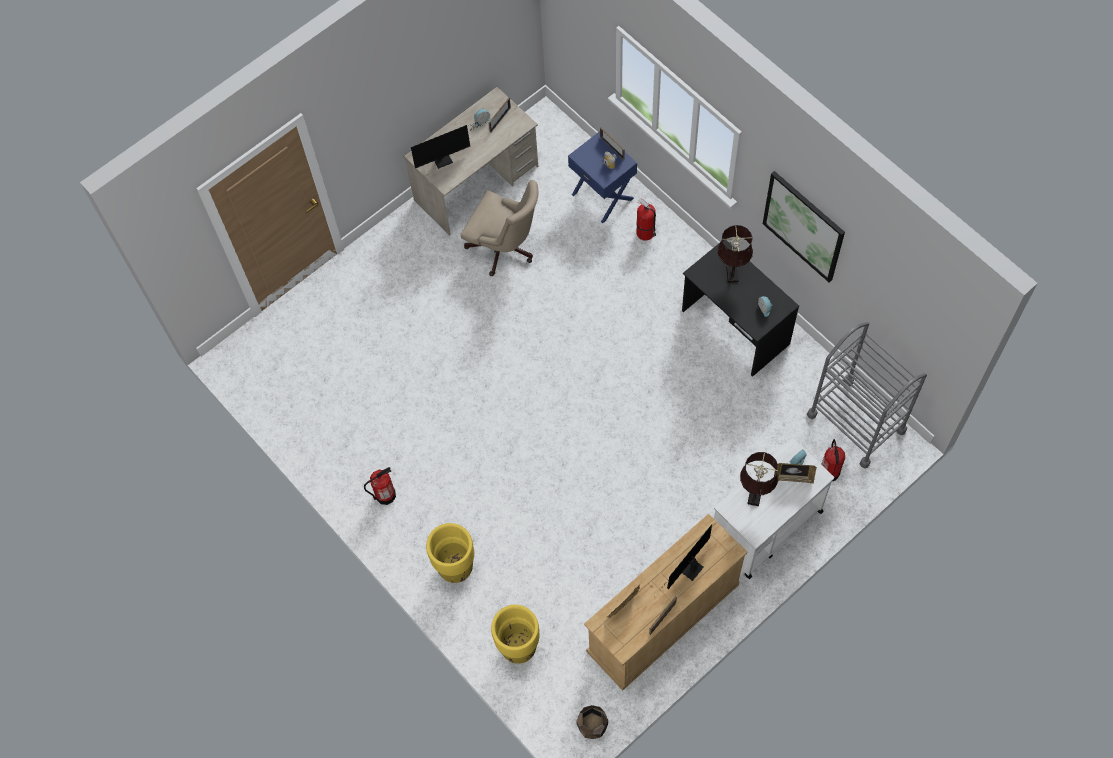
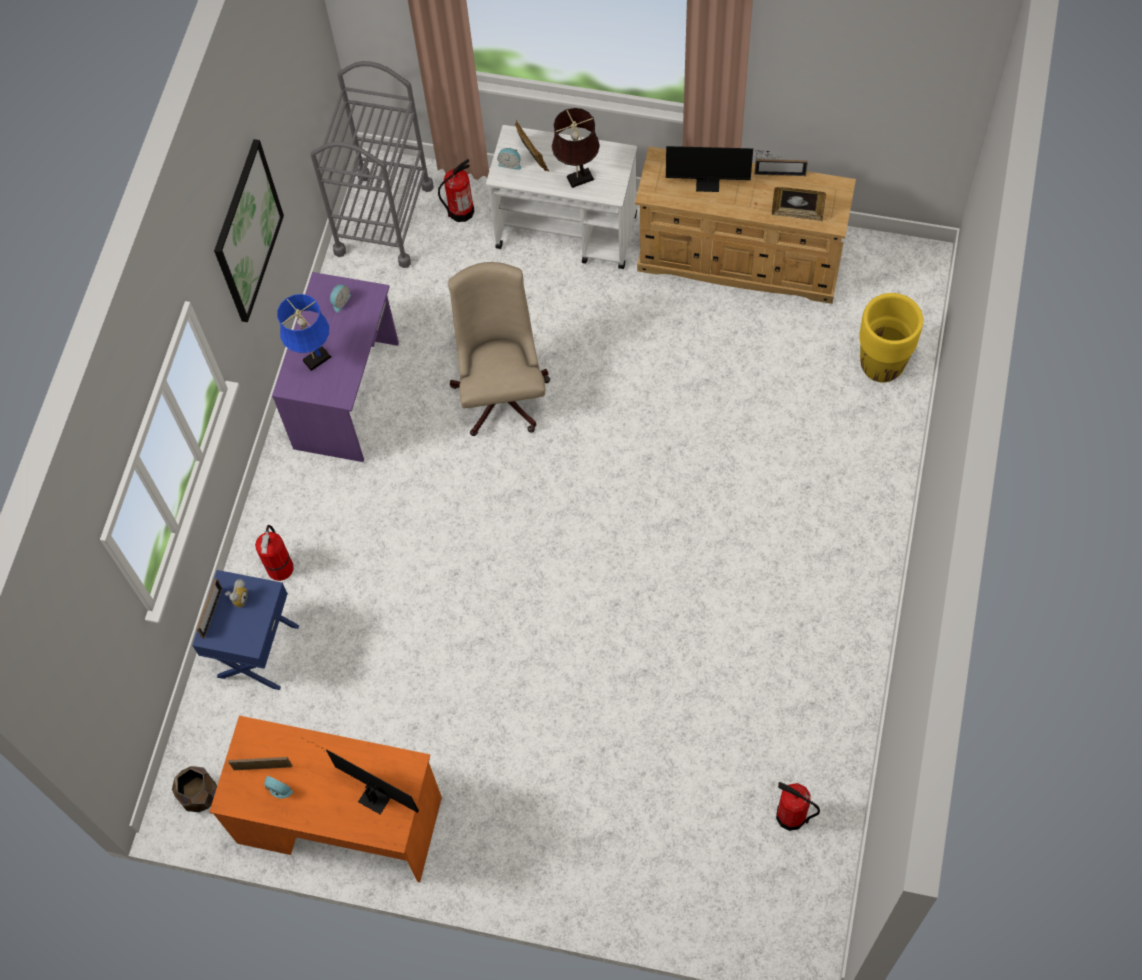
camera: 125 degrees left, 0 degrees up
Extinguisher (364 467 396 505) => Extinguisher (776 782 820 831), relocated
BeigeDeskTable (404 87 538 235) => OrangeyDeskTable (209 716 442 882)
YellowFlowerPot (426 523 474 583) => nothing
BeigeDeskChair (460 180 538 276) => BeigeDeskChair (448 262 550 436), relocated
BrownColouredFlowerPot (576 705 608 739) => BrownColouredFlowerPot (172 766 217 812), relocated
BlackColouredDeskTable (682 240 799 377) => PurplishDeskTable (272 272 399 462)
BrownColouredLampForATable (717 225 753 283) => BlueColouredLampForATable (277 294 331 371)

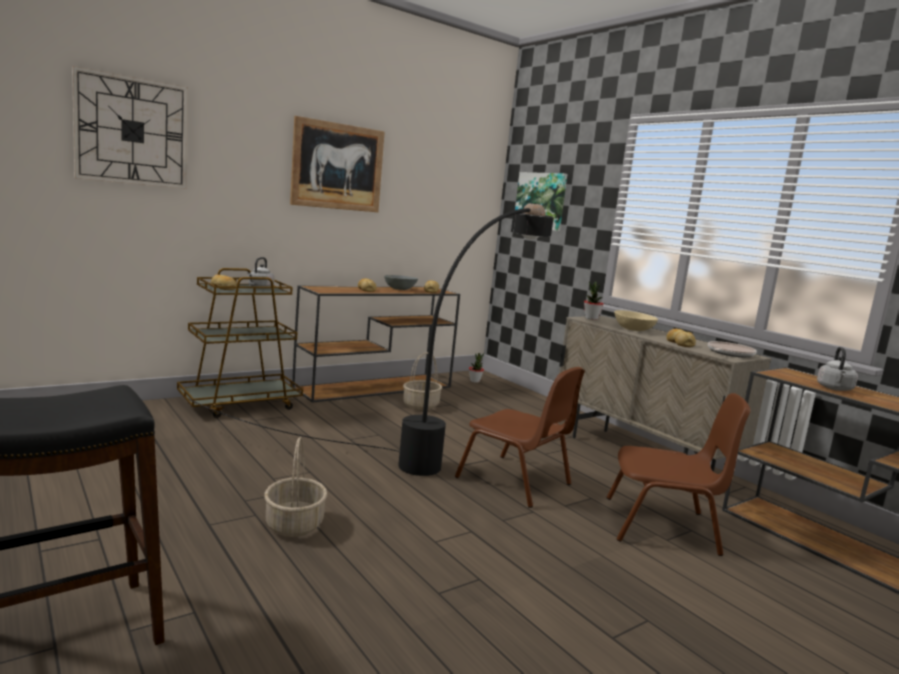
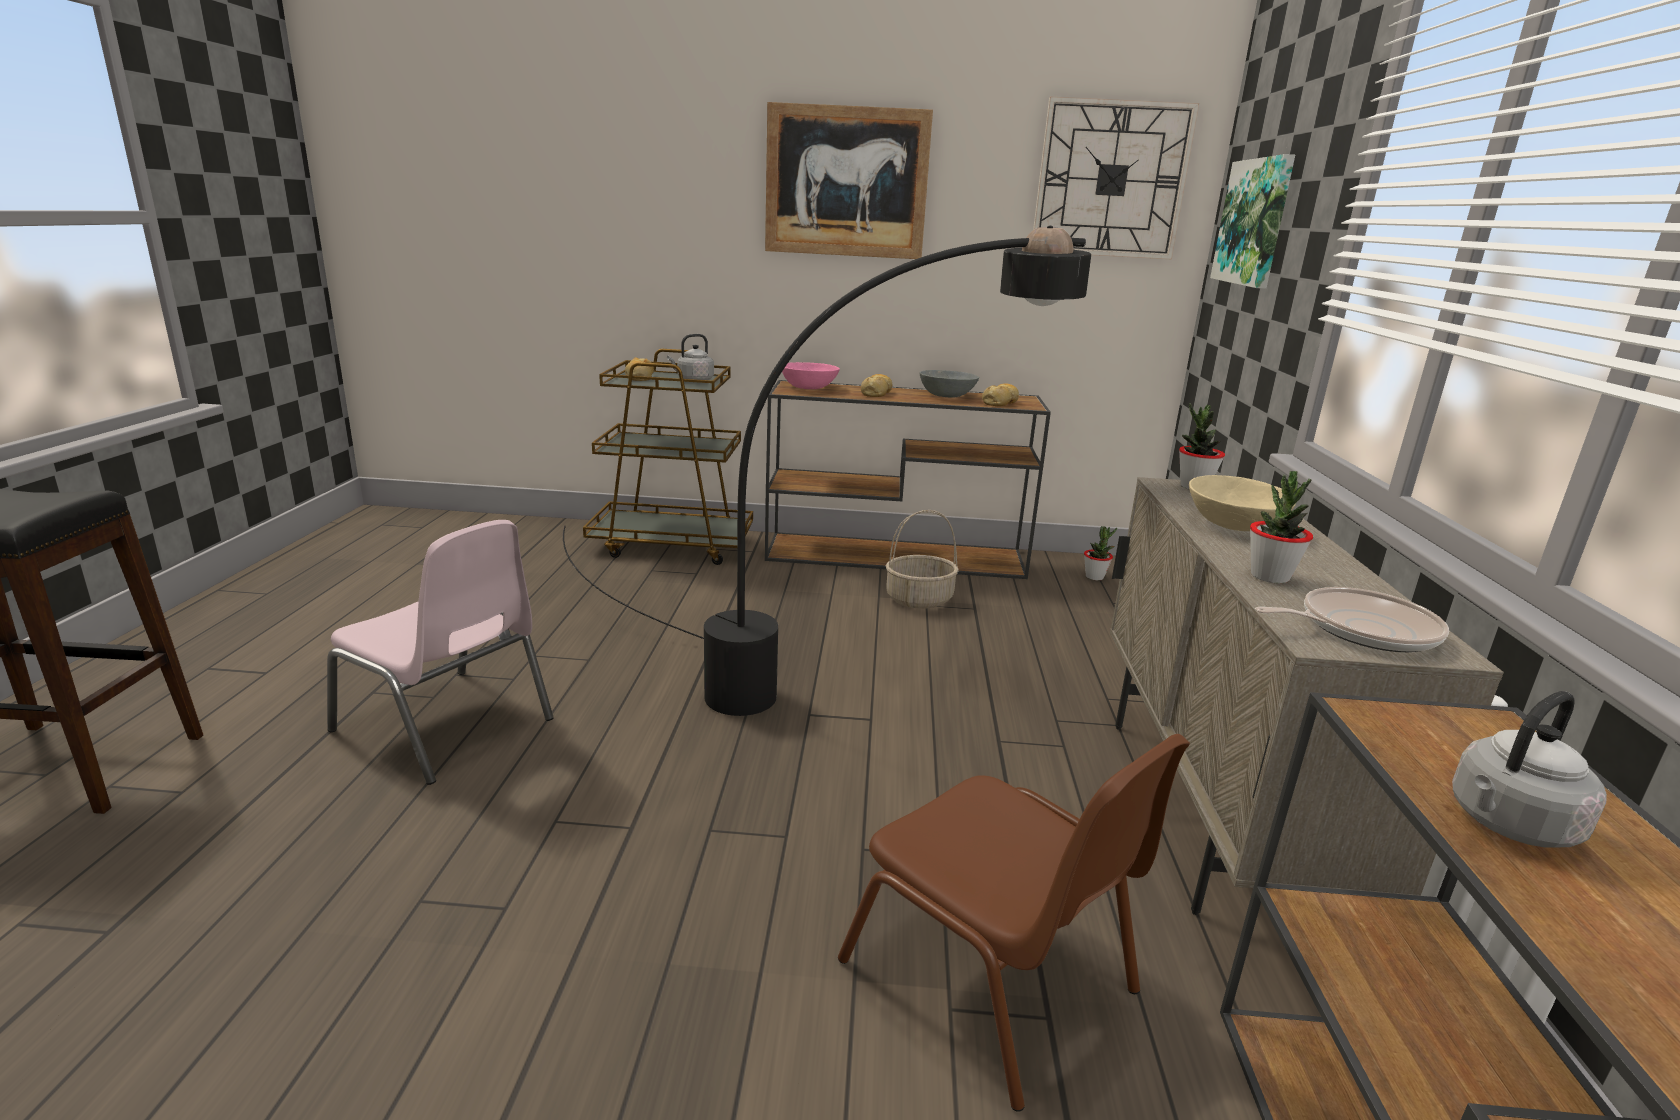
camera: 40 degrees right, 10 degrees up
HangingClock (72 66 188 189) => HangingClock (1033 97 1199 259), relocated
HouseholdBasket (264 436 327 537) => PinkUprightChair (327 520 554 785)
BrownColouredUprightChair (455 367 585 508) => nothing
Bread (666 329 696 347) => PlantInAPot (1250 471 1313 584)
nothing => PinkServingBowl (782 362 840 389)

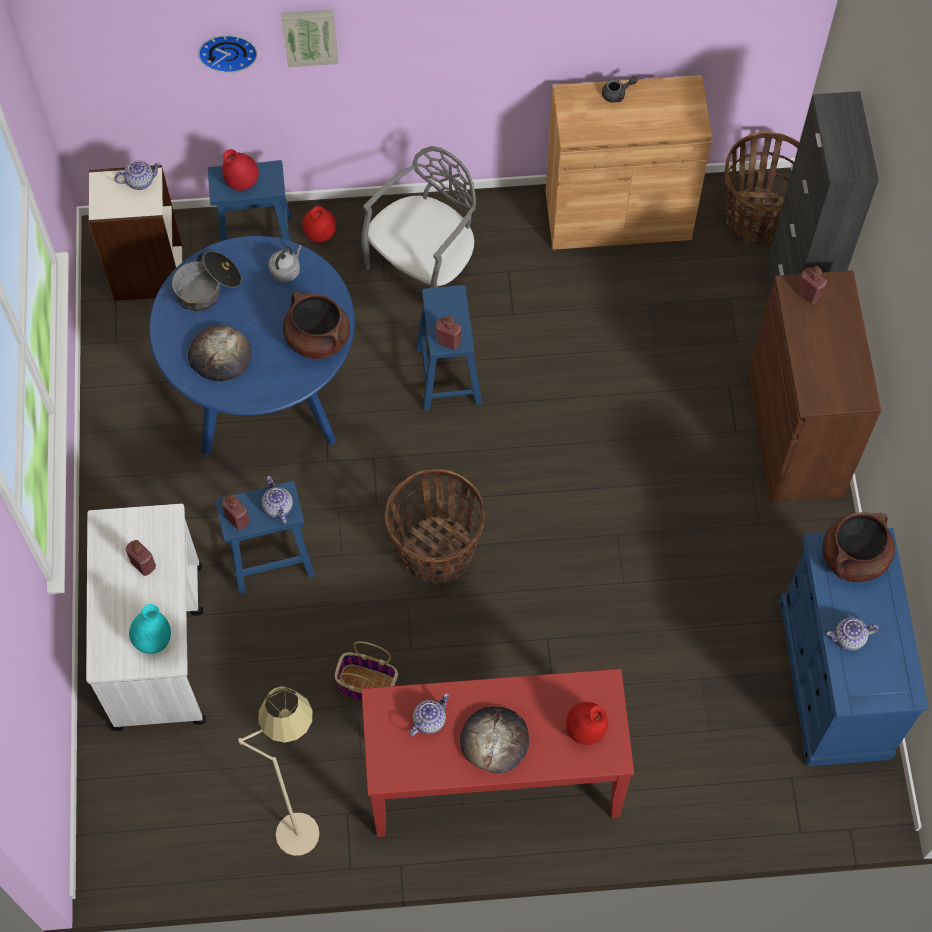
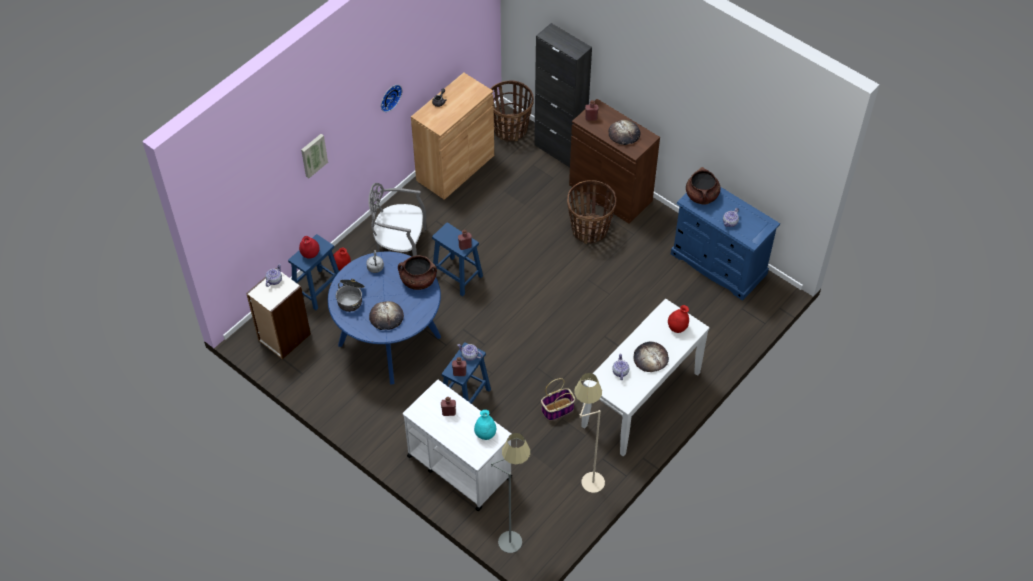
camera: 45 degrees left, 10 degrees down
HangingClock (198 35 258 73) => HangingClock (381 85 402 112), relocated
GreyUprightChair (361 146 476 288) => GreyUprightChair (368 183 426 256), 75 degrees counterclockwise
RedColouredNarrowTable (361 669 634 837) => WhiteColouredNarrowTable (581 298 710 456)
HouseholdBasket (385 469 485 584) => HouseholdBasket (567 180 616 244), relocated
nothing => GreyStandingLamp (491 433 530 553)
nothing => Bread (608 120 640 145)

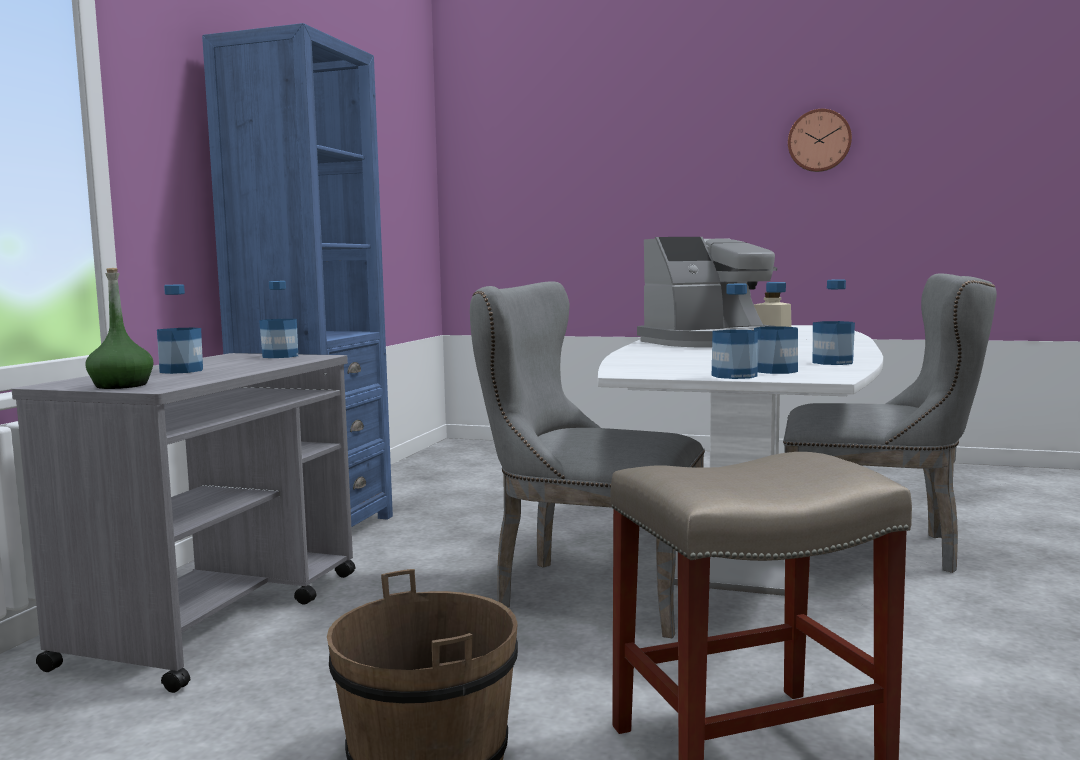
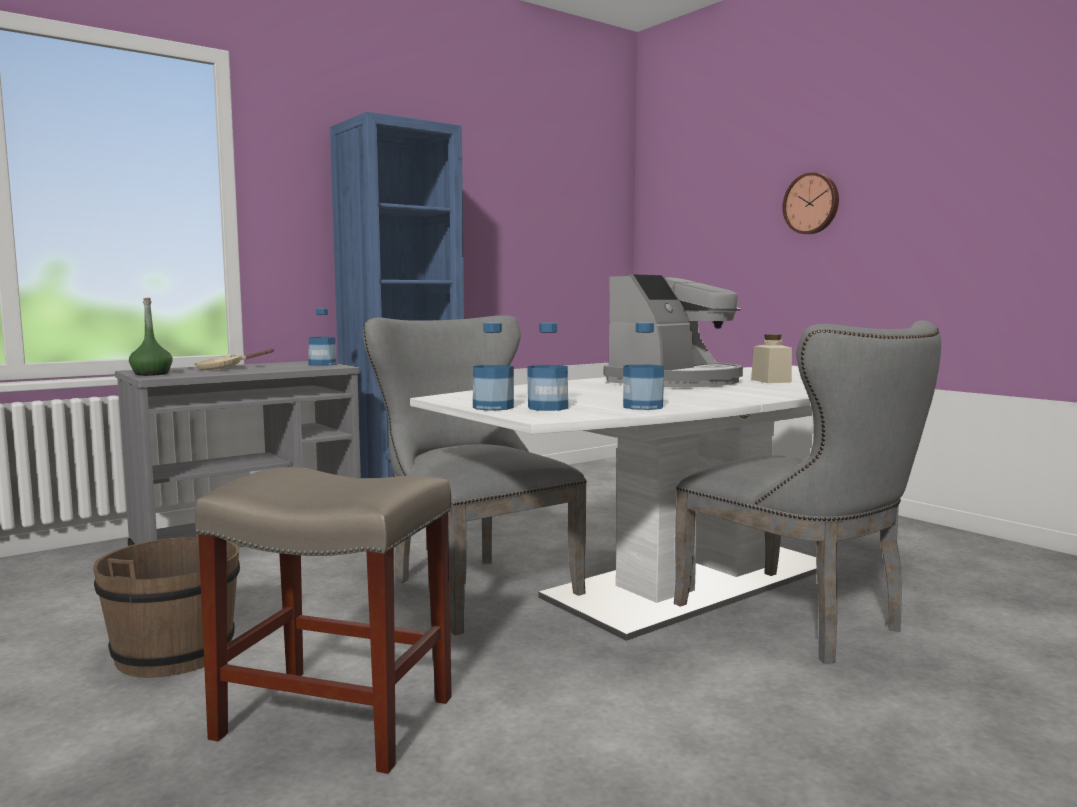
camera: 35 degrees right, 0 degrees up
Bottle (157 284 203 374) => BeigePan (195 349 275 370)
CoffeeMachine (637 237 777 348) => CoffeeMachine (604 274 743 387), 60 degrees counterclockwise
HangingClock (788 109 852 172) => HangingClock (782 172 839 234), relocated

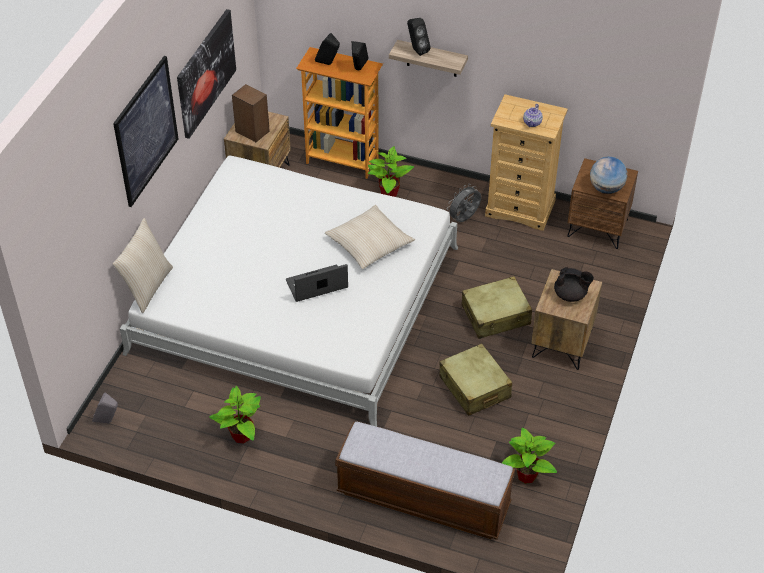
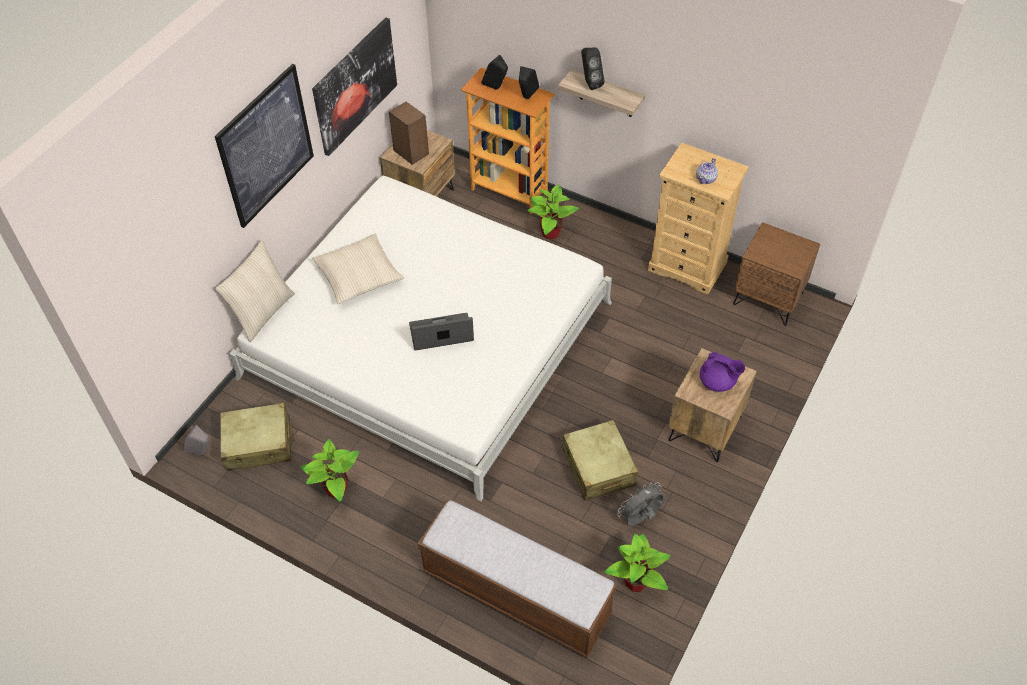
camera: 10 degrees right, 5 degrees up
BeigePillow (325 205 415 269) => BeigePillow (312 233 404 304), relocated
GreyElectricFan (447 184 481 222) => GreyElectricFan (617 482 665 525), relocated
BeigeTravelCase (461 276 532 339) => BeigeTravelCase (220 403 295 471), relocated
BlackColouredTeapot (554 267 594 302) => PurplishTeapot (700 352 745 392)
Globe (590 157 627 194) => nothing

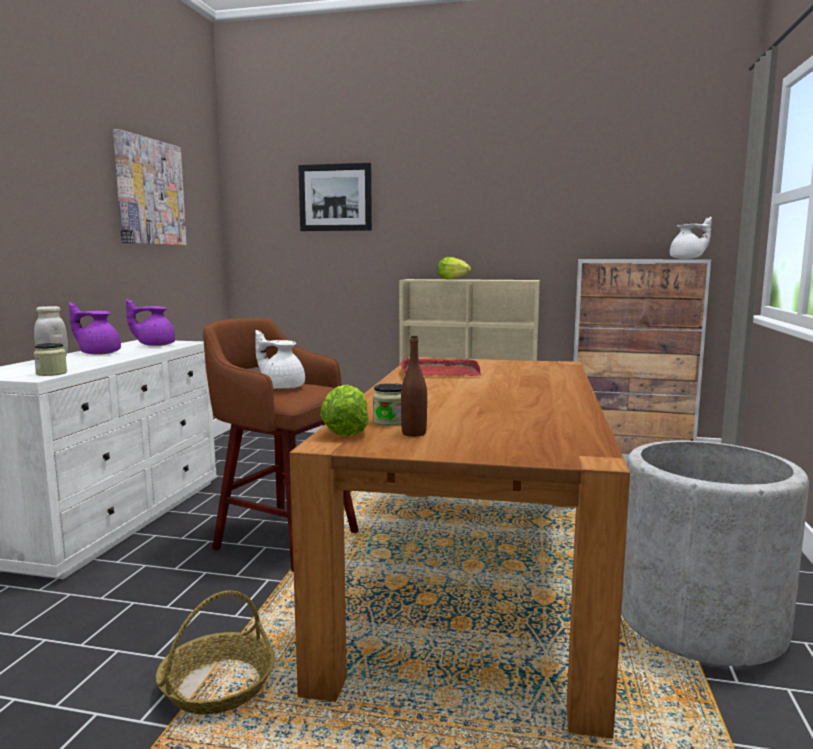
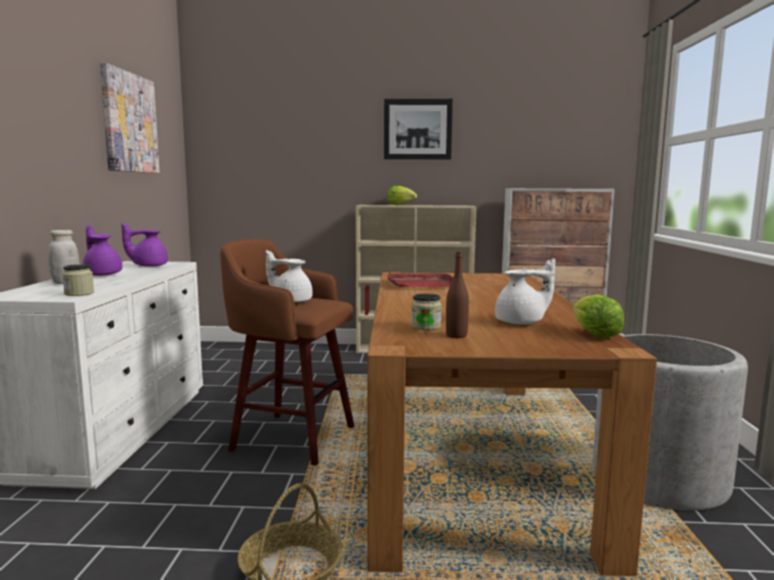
camera: 10 degrees left, 0 degrees up
PurplishTeapot (69 302 121 355) => PurplishTeapot (83 225 122 276), 45 degrees clockwise
WallPicture (298 163 372 231) => WallPicture (384 99 453 159), relocated
LettuceHead (320 385 369 436) => LettuceHead (573 294 624 338), relocated
WhiteColouredTeapot (670 217 712 259) => WhiteColouredTeapot (495 258 555 324), relocated

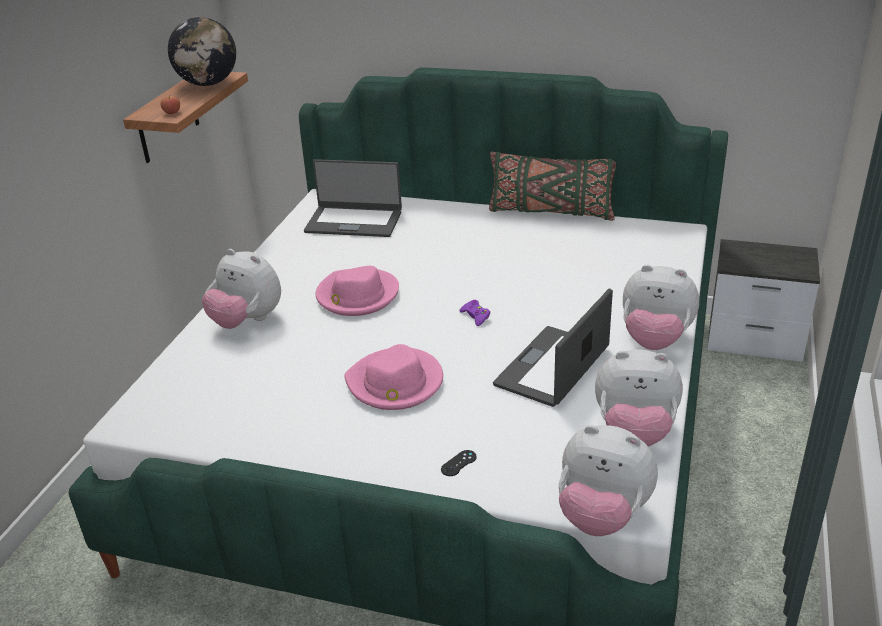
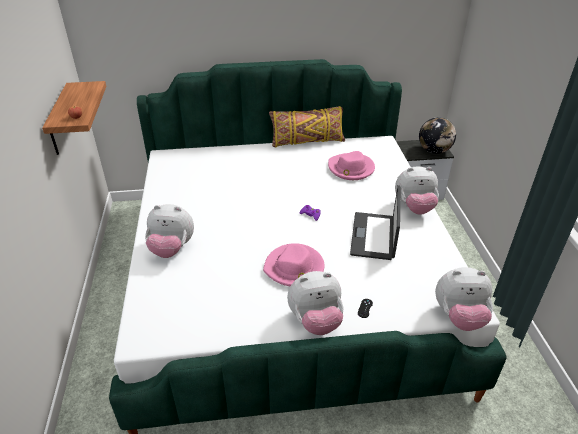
camera: 25 degrees left, 5 degrees up
Globe (168 17 236 86) => Globe (419 117 456 154), relocated
NotebookComputer (304 159 402 237) => nothing
PinkClothingHat (316 266 399 316) => PinkClothingHat (328 151 375 180), relocated
GreenPillow (489 152 616 221) => YellowPillow (269 106 345 147)
CuddlyToy (595 350 683 446) => CuddlyToy (287 271 343 335), relocated

